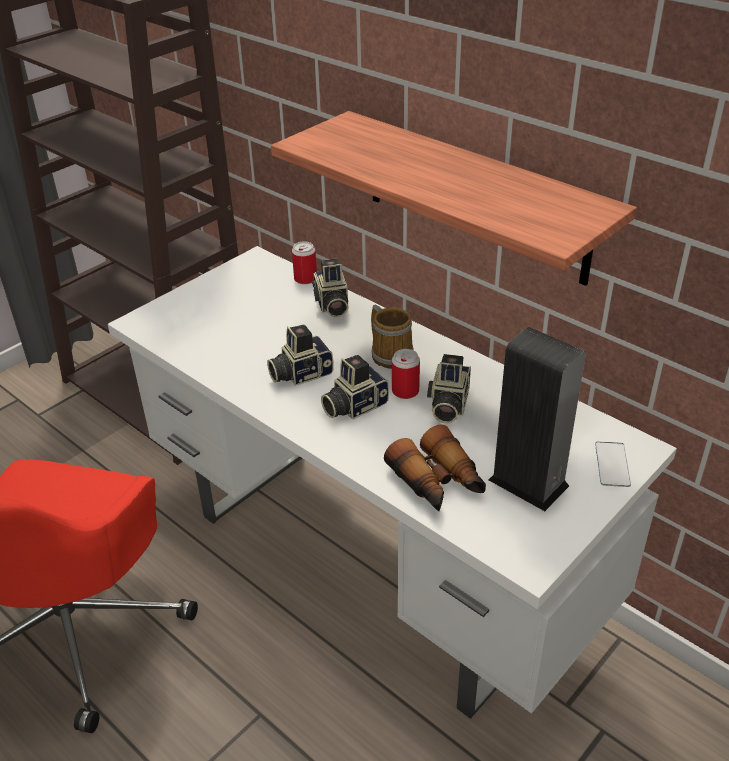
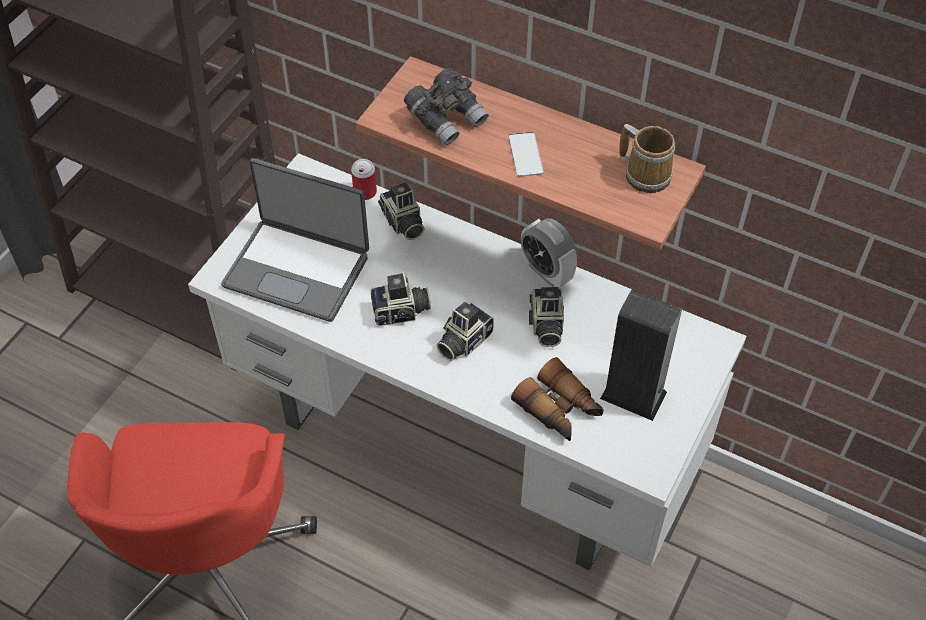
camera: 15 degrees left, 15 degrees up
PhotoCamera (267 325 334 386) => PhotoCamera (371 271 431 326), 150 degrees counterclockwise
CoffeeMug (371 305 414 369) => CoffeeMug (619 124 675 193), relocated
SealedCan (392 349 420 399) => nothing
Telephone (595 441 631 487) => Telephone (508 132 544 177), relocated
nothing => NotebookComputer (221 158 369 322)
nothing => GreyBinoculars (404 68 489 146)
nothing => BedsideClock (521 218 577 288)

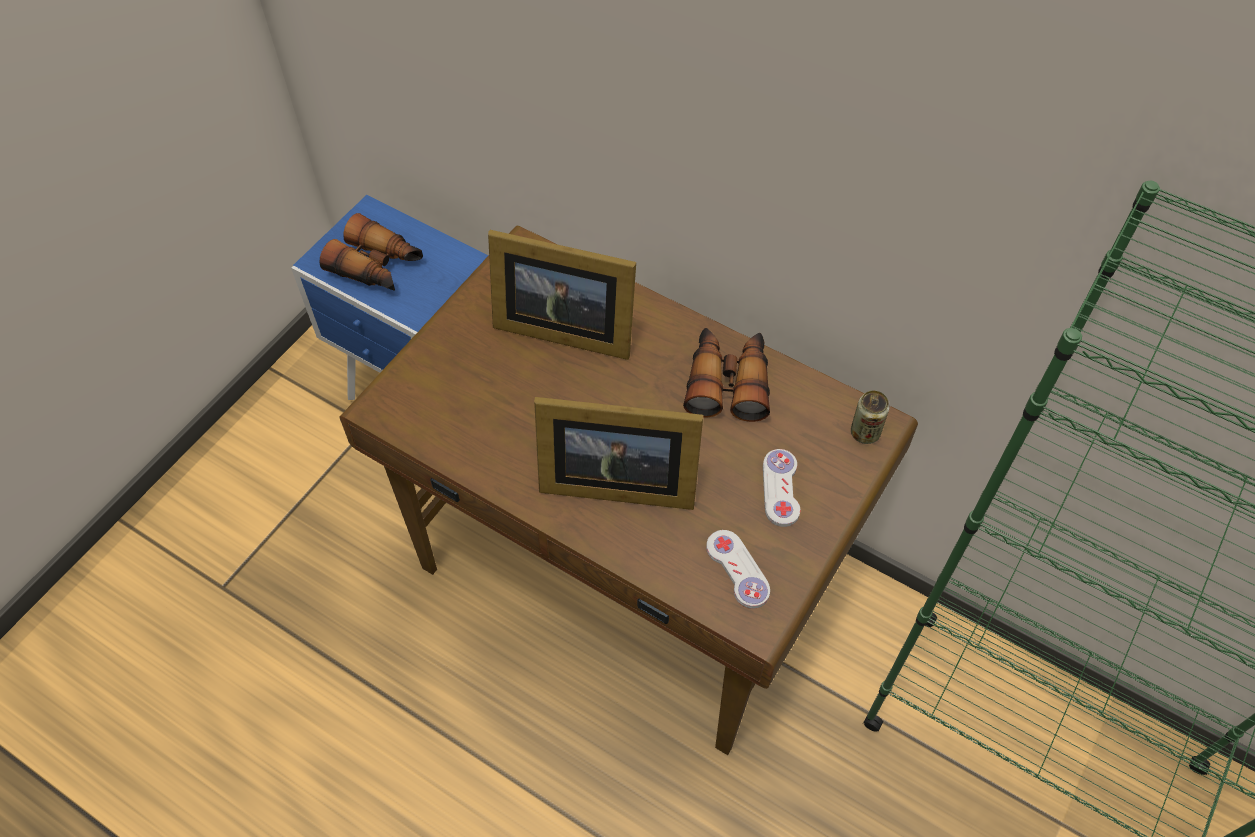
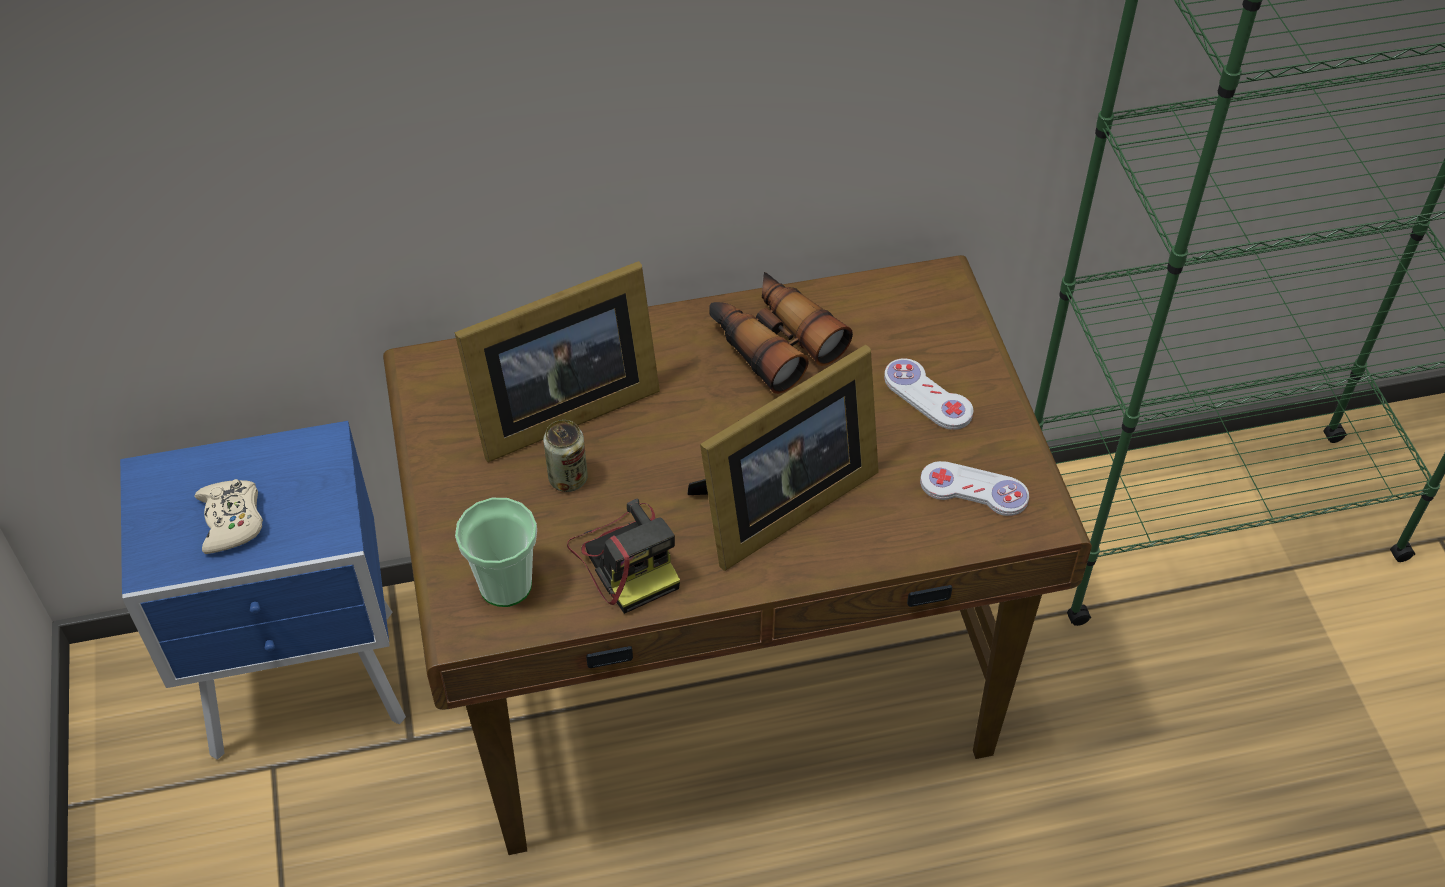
camera: 45 degrees left, 5 degrees down
Binoculars (319 213 423 291) => BeigeGamepad (194 479 263 554)
SealedCan (851 390 890 444) => SealedCan (543 420 588 492), relocated
nothing => DrinkingCup (455 498 537 607)
nothing => PhotoCamera (567 499 680 614)

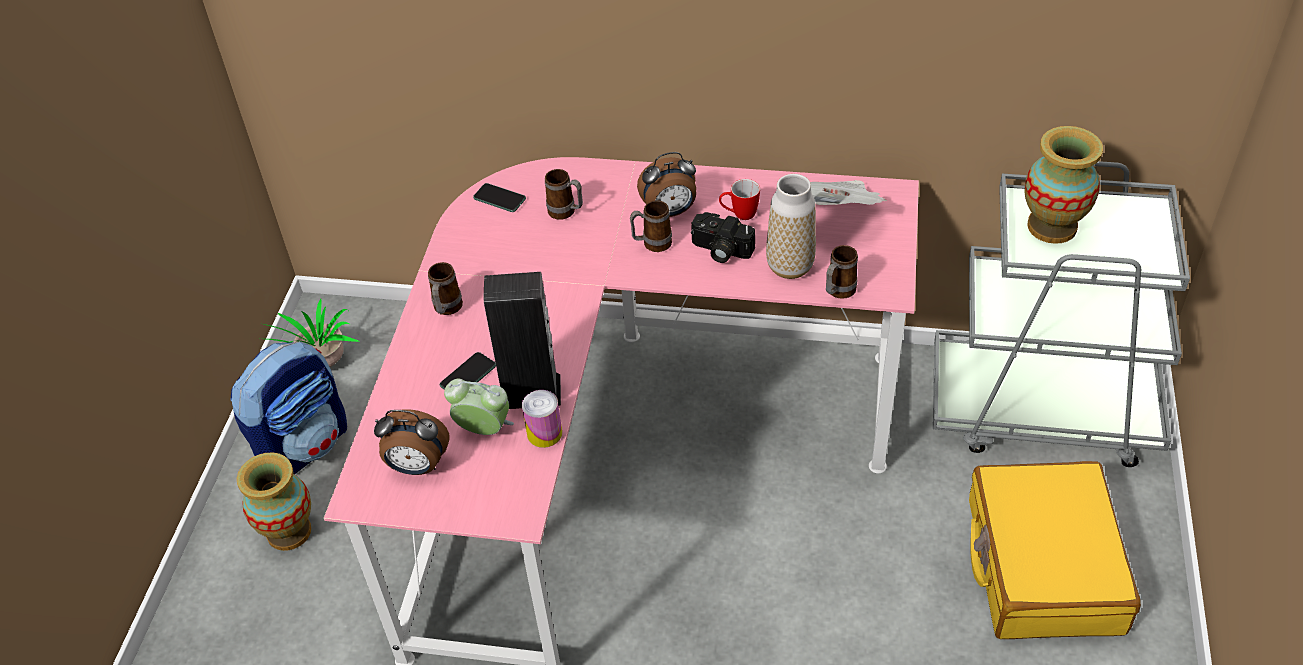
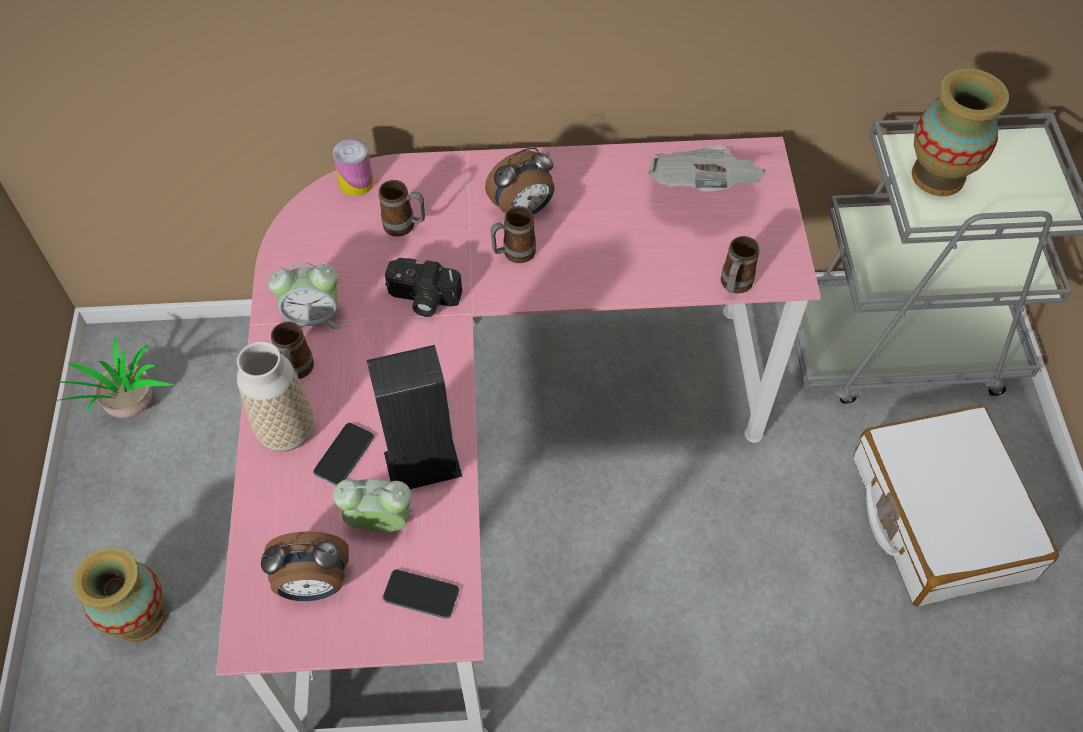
camera: 15 degrees left, 10 degrees up
Rucksack (230 341 347 475) => nothing
Telephone (473 183 526 212) => Telephone (383 569 459 619), relocated
SealedCan (522 390 562 448) => SealedCan (333 139 374 196), relocated
PhotoCamera (691 212 755 263) => PhotoCamera (385 258 462 317), relocated
CoffeeMug (719 179 760 220) => nothing
Vase (766 174 816 279) => Vase (237 341 314 452), relocated
YellowTravelCase (969 461 1141 639) => WhiteColouredTravelCase (853 405 1059 607)
nothing => BedsideClock (268 262 342 329)

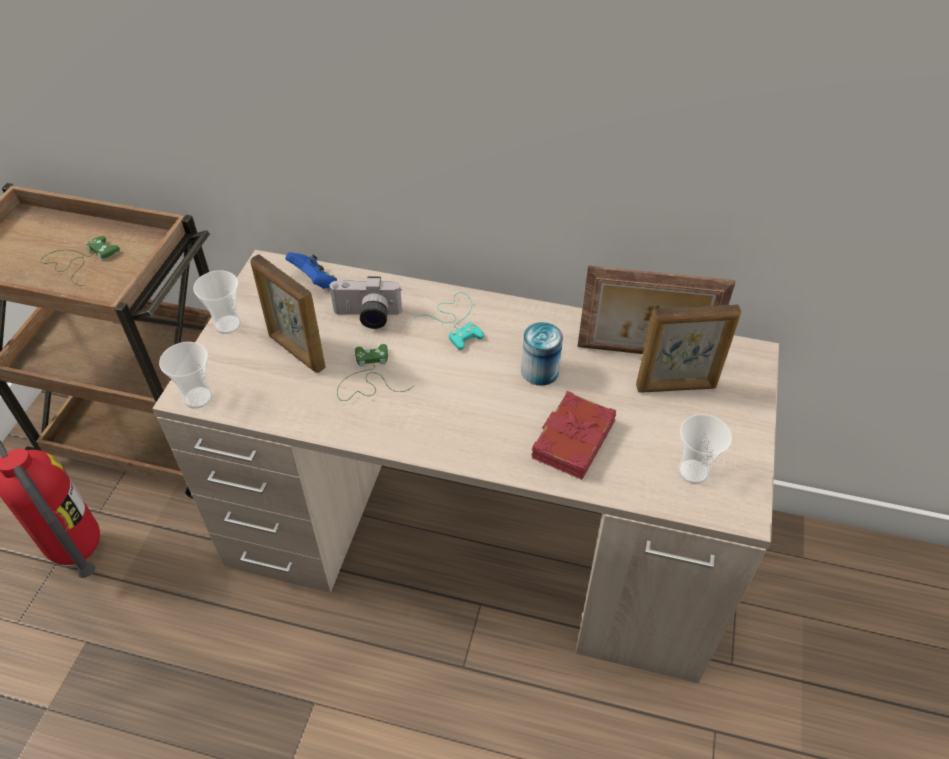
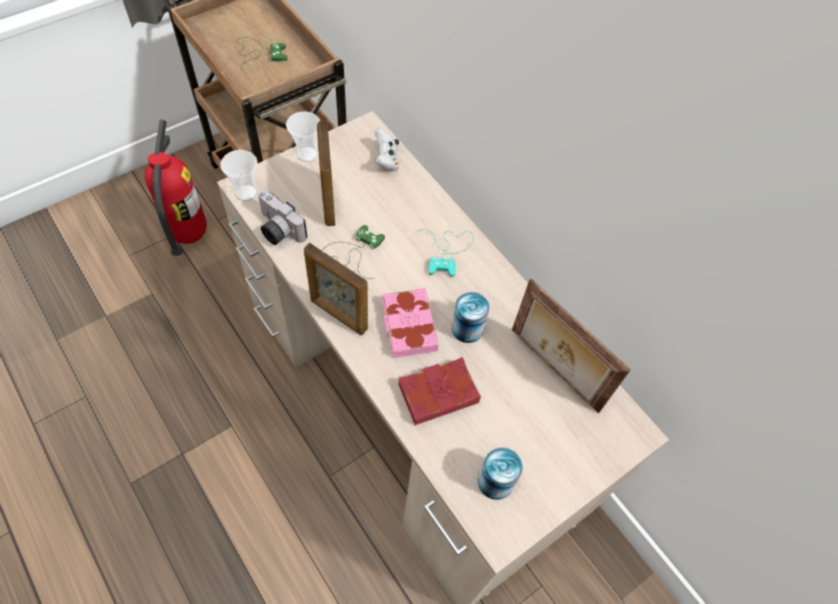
camera: 35 degrees right, 10 degrees up
BlueColouredGamepad (286 252 337 289) => WhiteColouredGamepad (374 128 399 171)
PhotoCamera (328 276 402 329) => PhotoCamera (257 190 307 245), relocated
StandingFrame (636 305 741 393) => StandingFrame (304 243 368 335), relocated
DrinkingCup (678 414 732 484) => SealedCan (478 447 523 500)
nothing => PinkBoundBook (382 288 439 358)

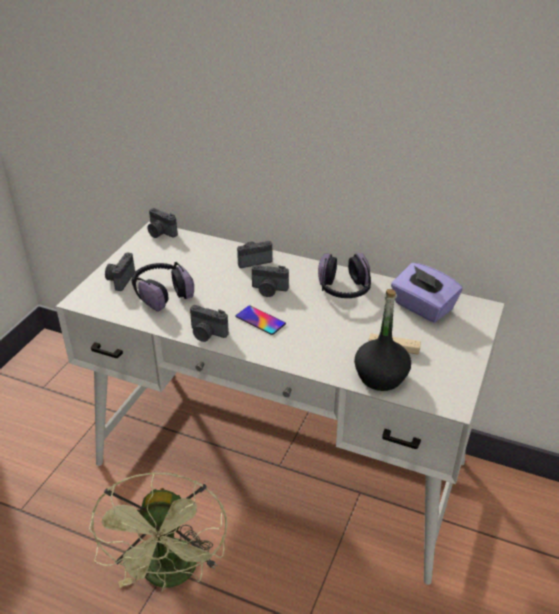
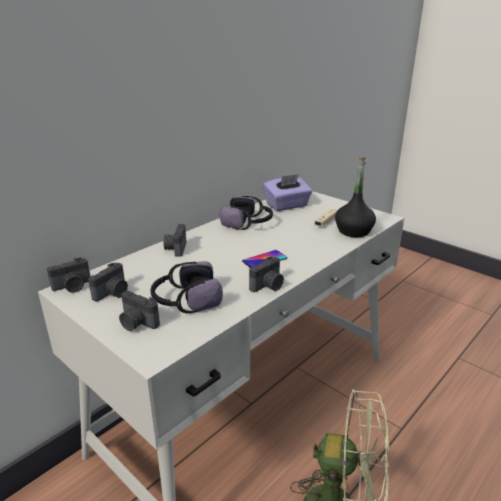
camera: 70 degrees left, 10 degrees down
PhotoCamera (252 265 289 297) => PhotoCamera (88 263 128 301), relocated

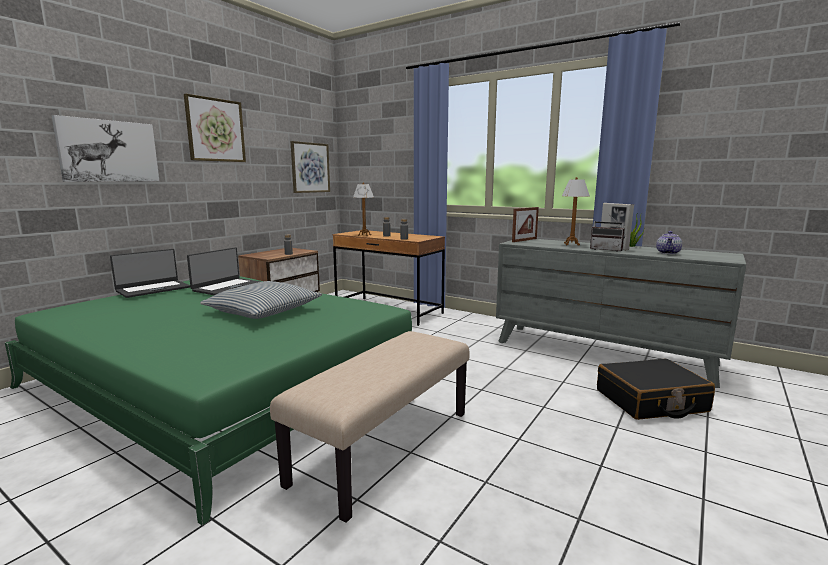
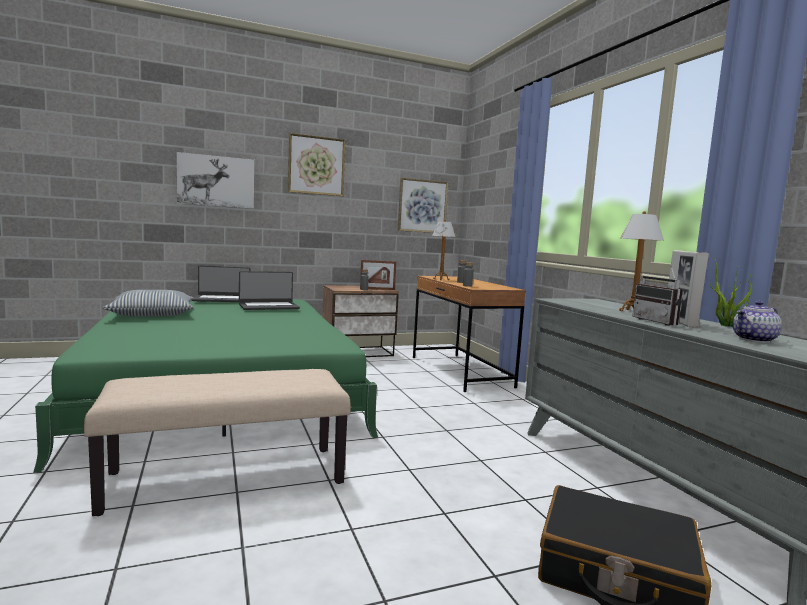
camera: 35 degrees right, 5 degrees down
Pillow (200 281 322 319) => Pillow (103 290 194 317), relocated
StandingFrame (512 207 539 242) => StandingFrame (360 260 396 290), relocated

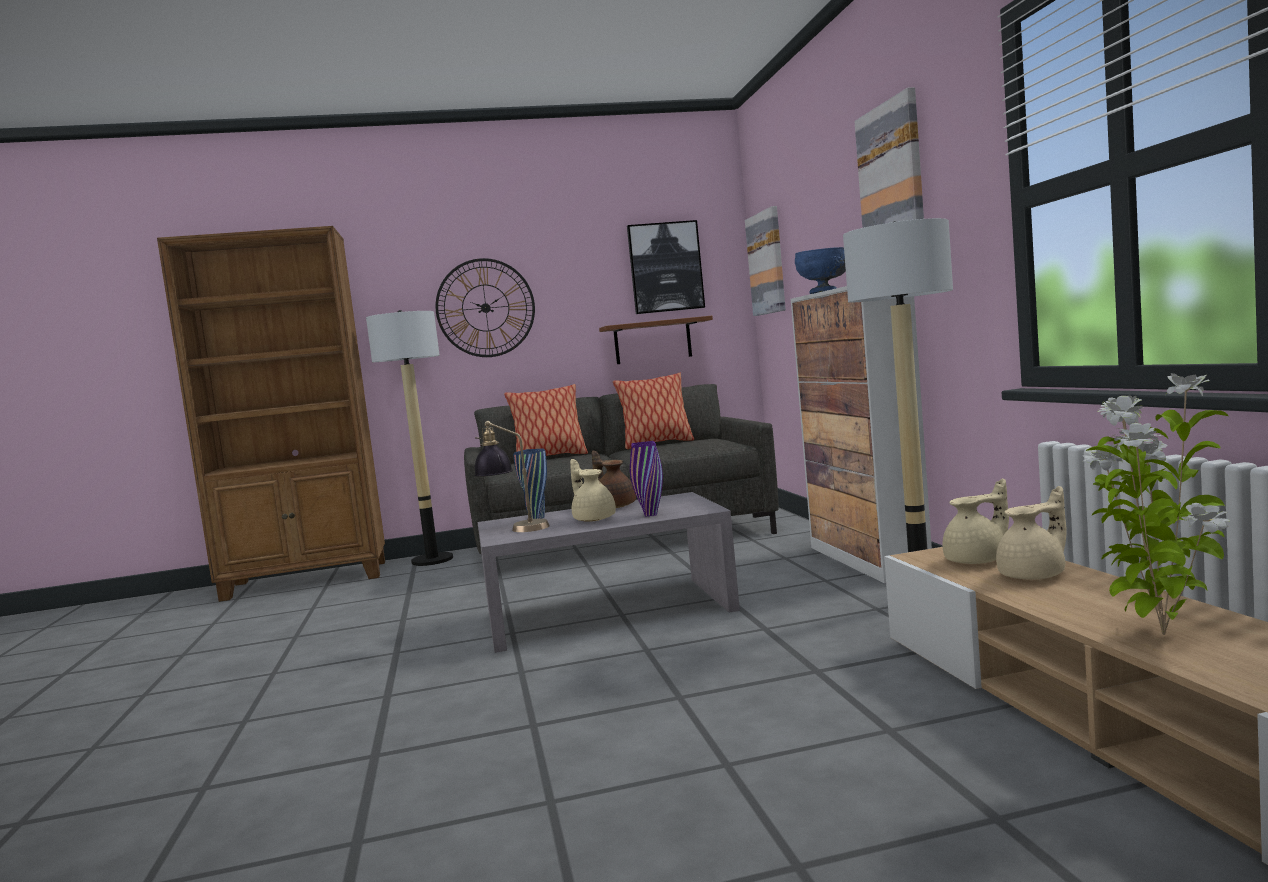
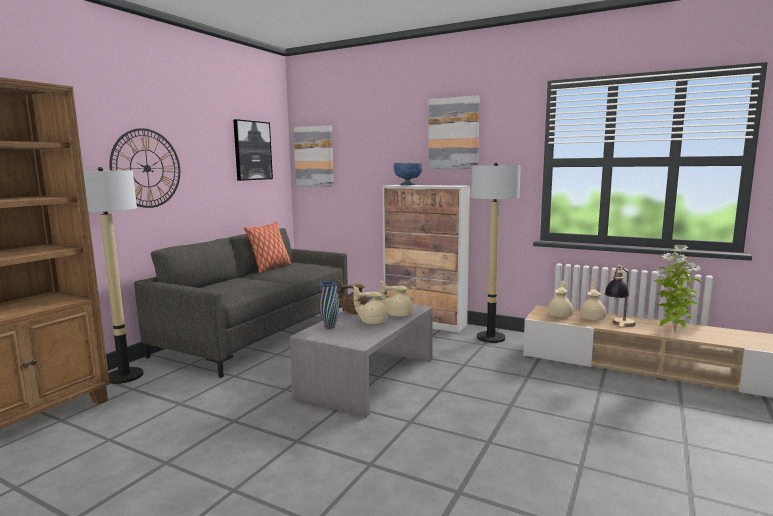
camera: 50 degrees left, 5 degrees up
LampForATable (474 421 550 532) => LampForATable (604 265 636 327), relocated
Pillow (504 384 588 456) => nothing
BrownColouredShelf (599 316 713 364) => nothing
PurplishVase (630 441 663 517) => BeigeTeapot (381 280 413 317)

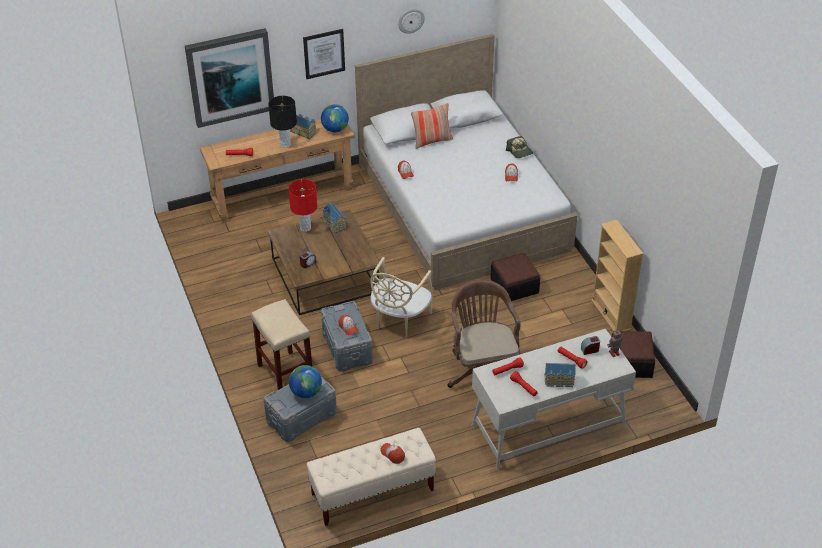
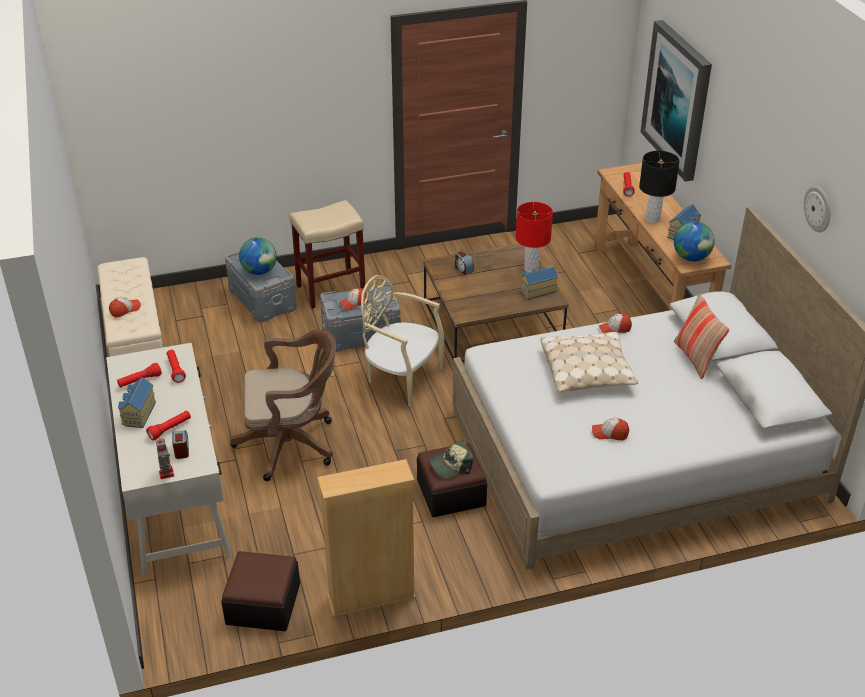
camera: 95 degrees right, 5 degrees down
WallPicture (303 29 345 79) => nothing
Cap (506 136 533 158) => Cap (429 440 473 478), relocated
nothing => BeigePillow (540 332 638 392)

